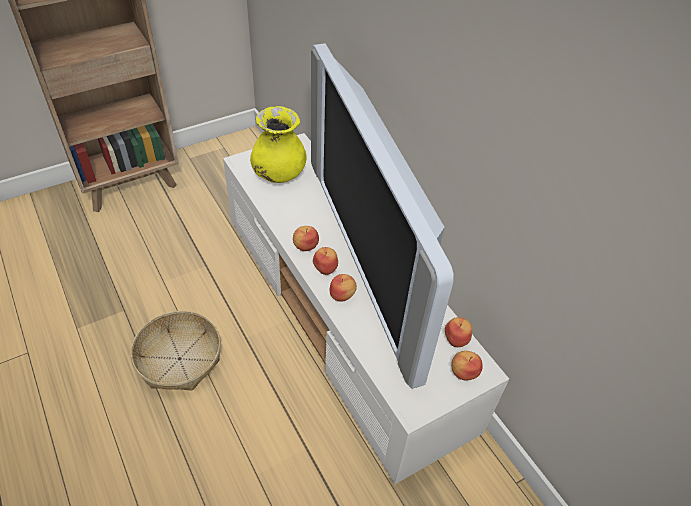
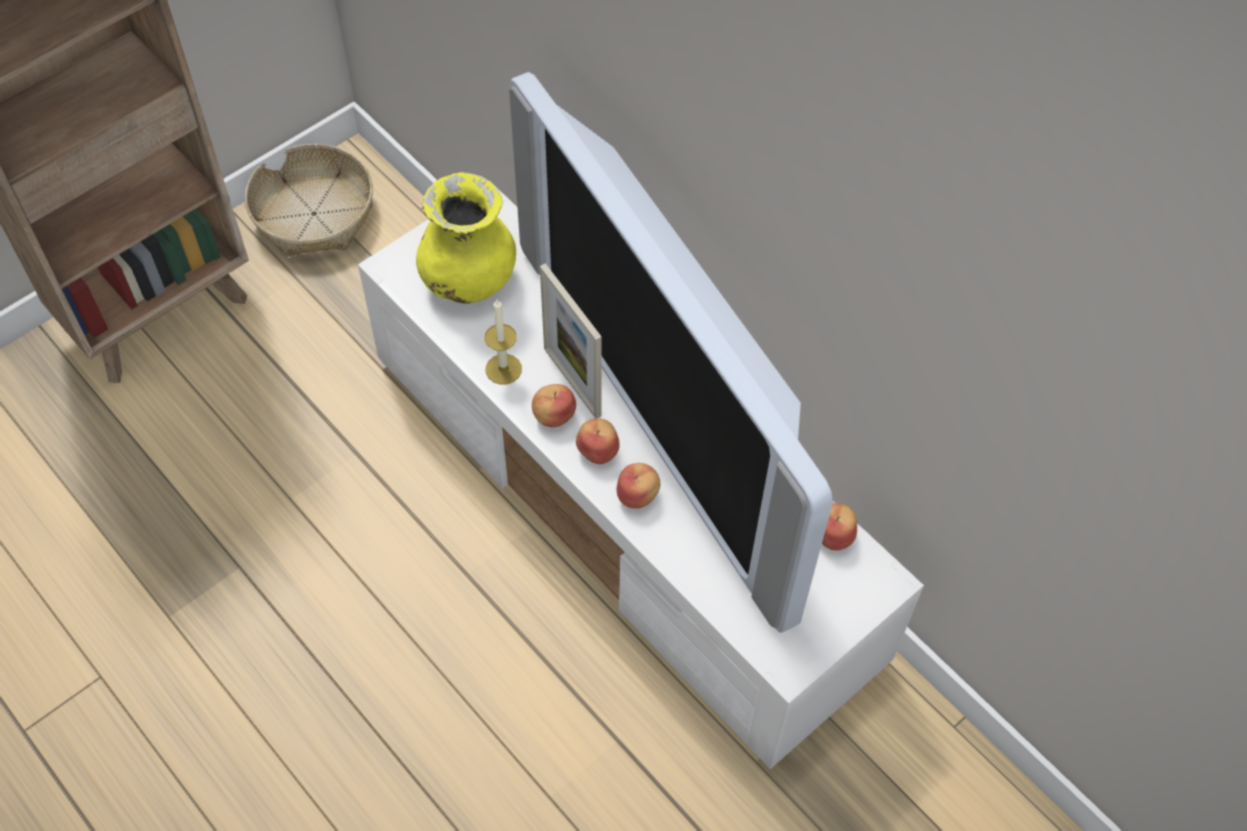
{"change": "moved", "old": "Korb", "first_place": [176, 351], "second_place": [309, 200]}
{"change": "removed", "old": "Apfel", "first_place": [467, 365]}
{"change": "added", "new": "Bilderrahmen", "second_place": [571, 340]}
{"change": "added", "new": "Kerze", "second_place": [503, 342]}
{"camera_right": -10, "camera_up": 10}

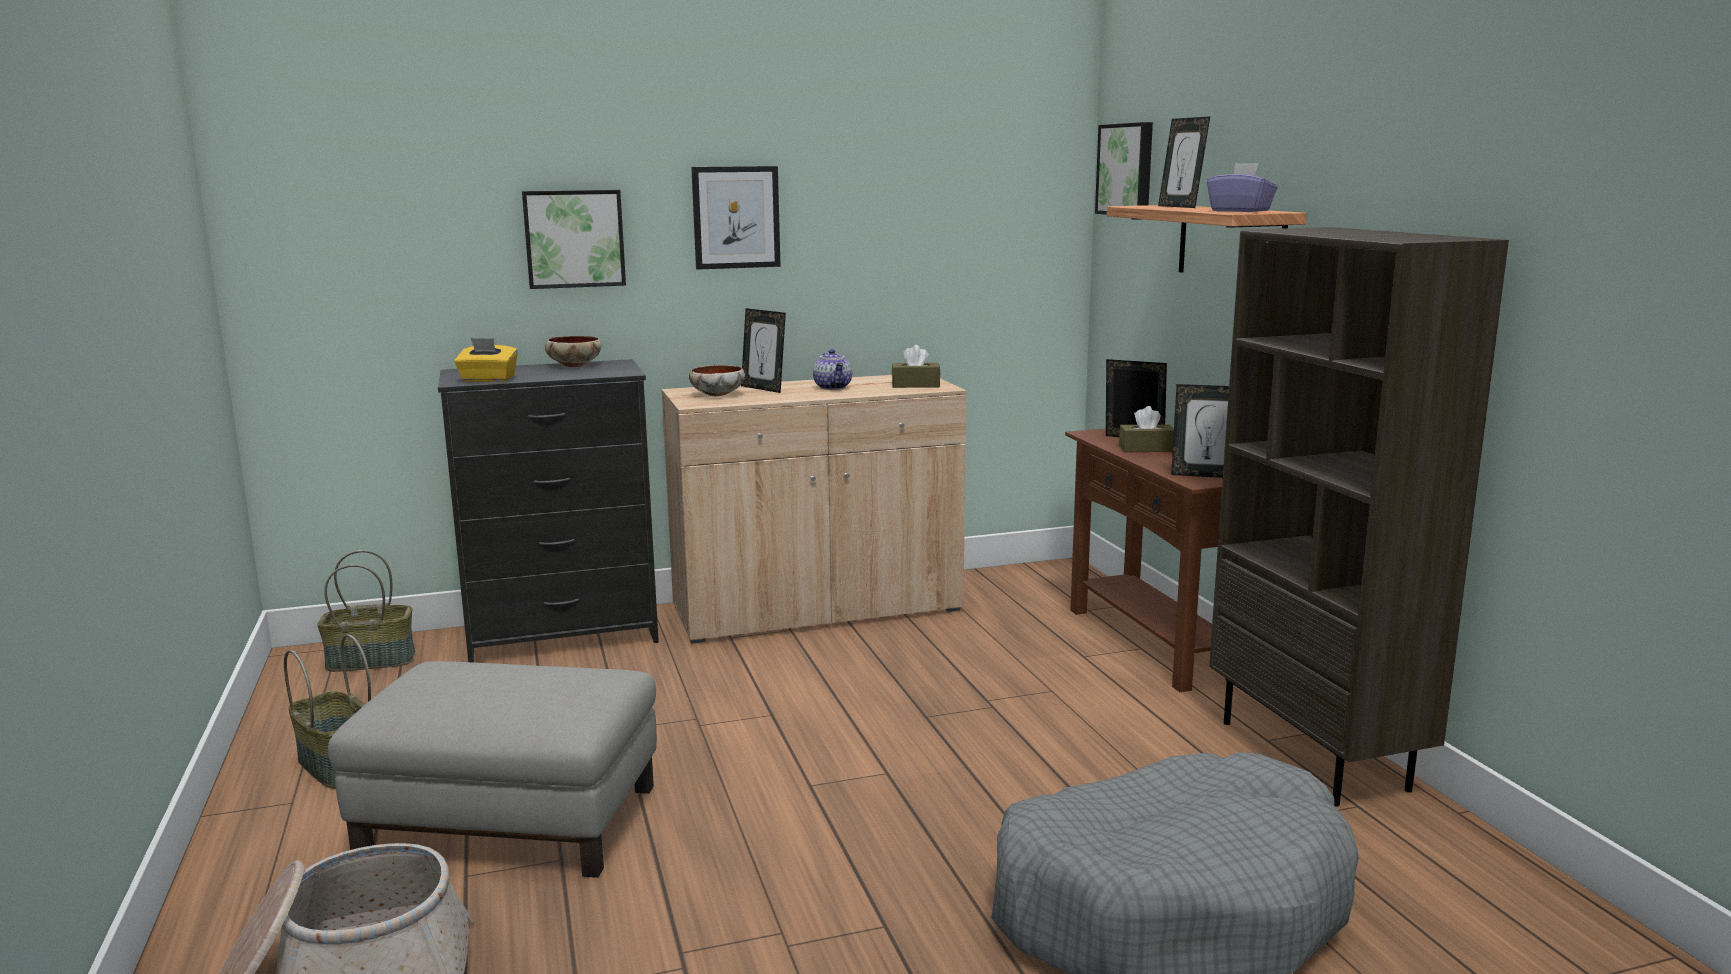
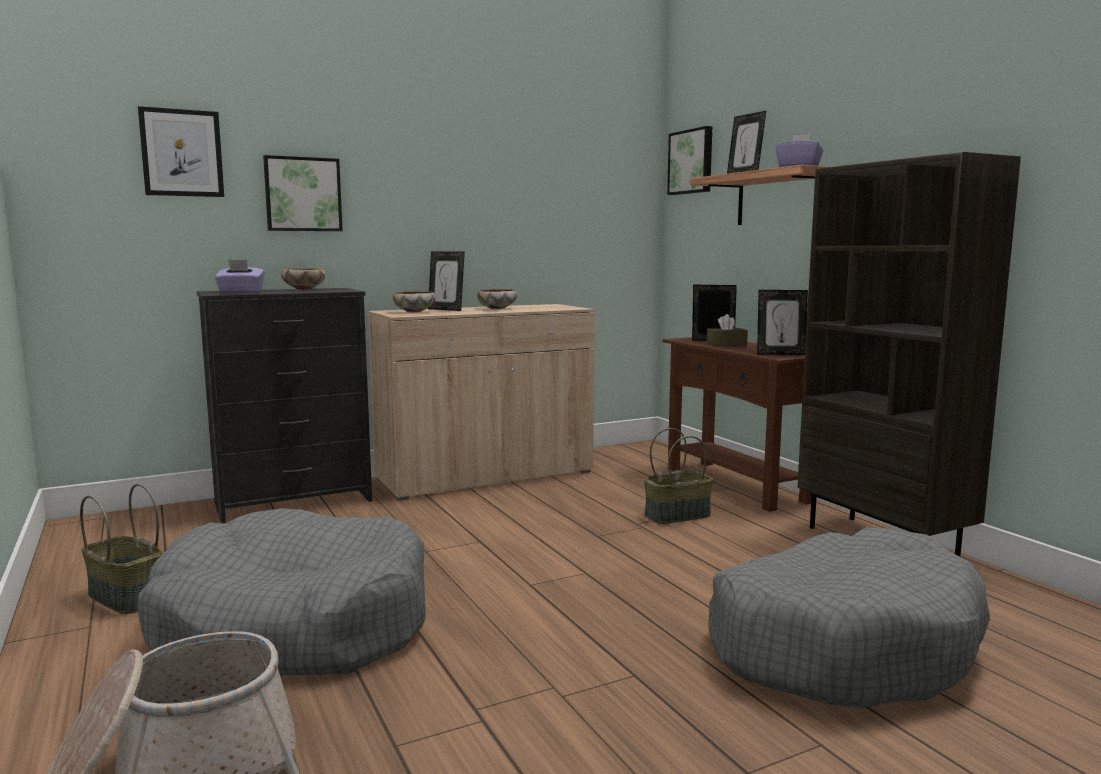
{"change": "moved", "old": "Bild", "first_place": [736, 218], "second_place": [181, 151]}
{"change": "recoloured", "old": "Taschentuchbox (gelb)", "new": "Taschentuchbox (lila)", "first_place": [486, 360], "second_place": [240, 276]}
{"change": "removed", "old": "Taschentuchbox (braun)", "first_place": [916, 366]}
{"change": "replaced", "old": "Teekanne", "new": "Schüssel", "first_place": [832, 369], "second_place": [497, 299]}
{"change": "moved", "old": "Korb", "first_place": [366, 611], "second_place": [679, 476]}
{"change": "replaced", "old": "Polsterhocker (grau)", "new": "Hundebett (grau)", "first_place": [492, 769], "second_place": [281, 591]}
{"camera_right": -10, "camera_up": -5}

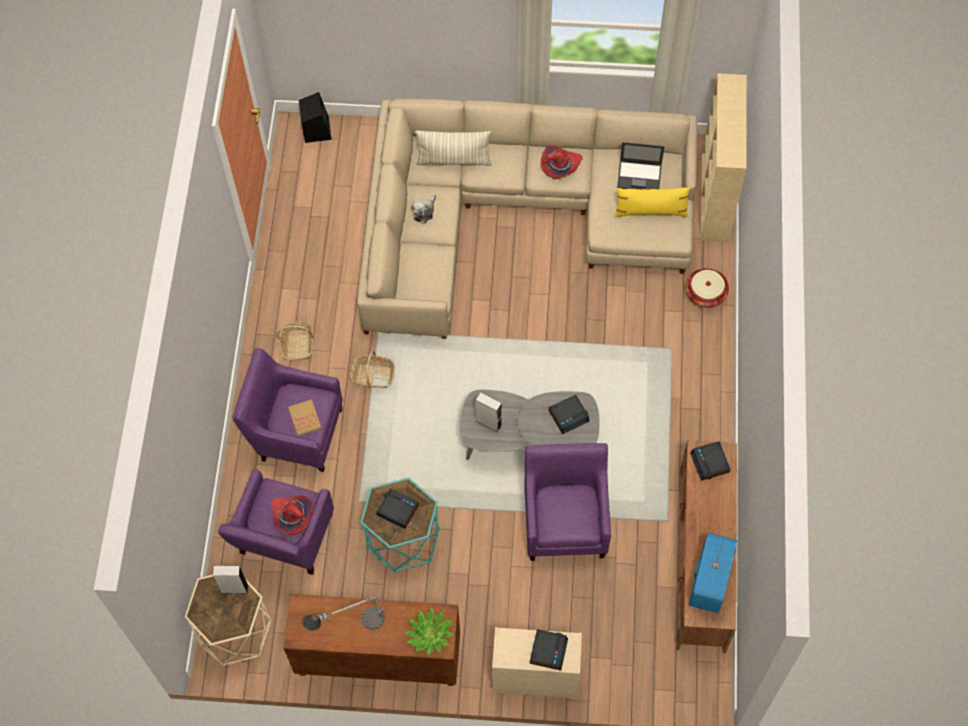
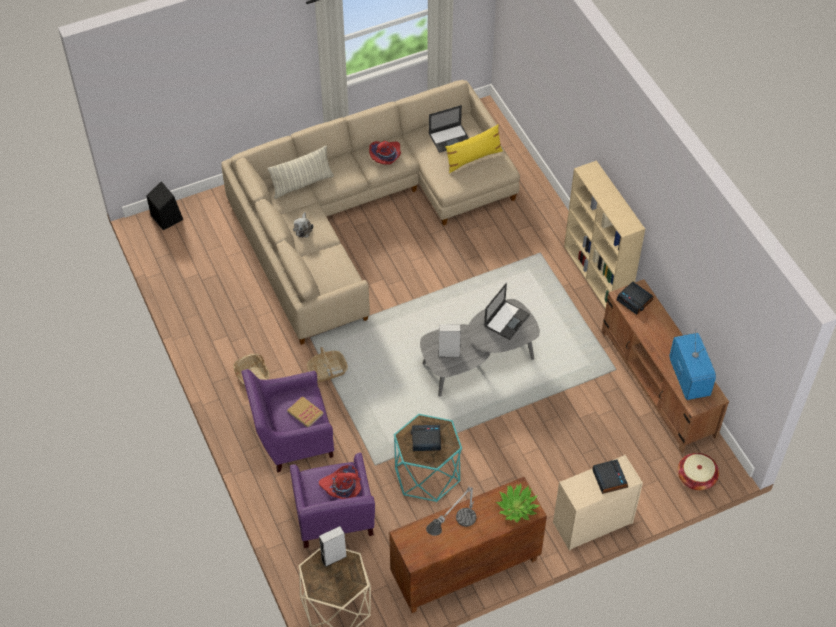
{"change": "moved", "old": "Bücherregal (beige)", "first_place": [724, 157], "second_place": [604, 234]}
{"change": "moved", "old": "Korb", "first_place": [707, 288], "second_place": [698, 471]}
{"change": "replaced", "old": "Wecker", "new": "Laptop", "first_place": [569, 414], "second_place": [507, 311]}
{"change": "removed", "old": "Sessel (lila)", "first_place": [568, 502]}
{"camera_right": -30, "camera_up": -10}

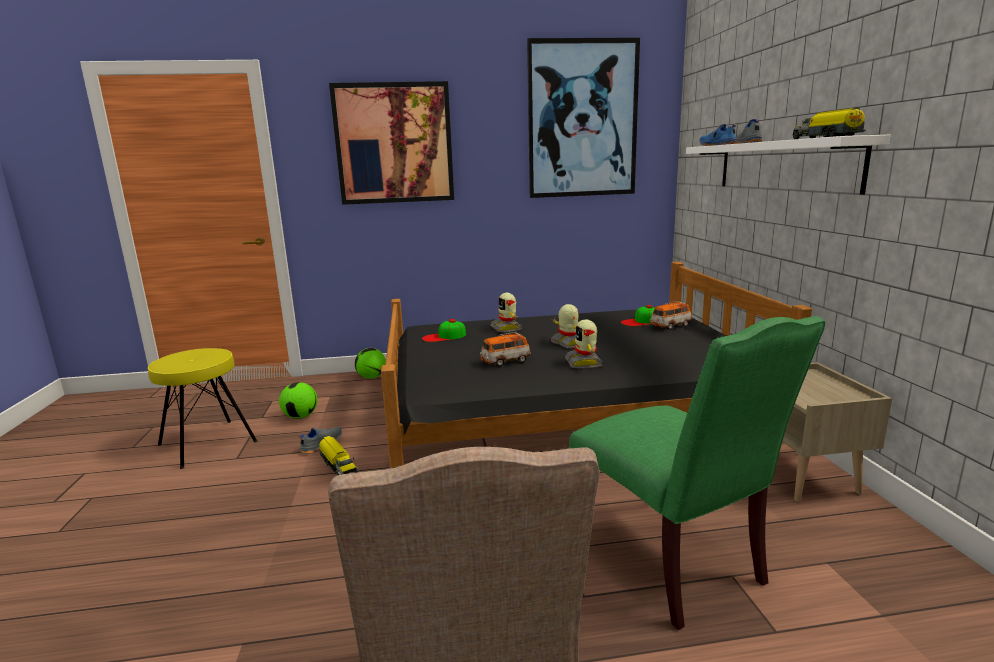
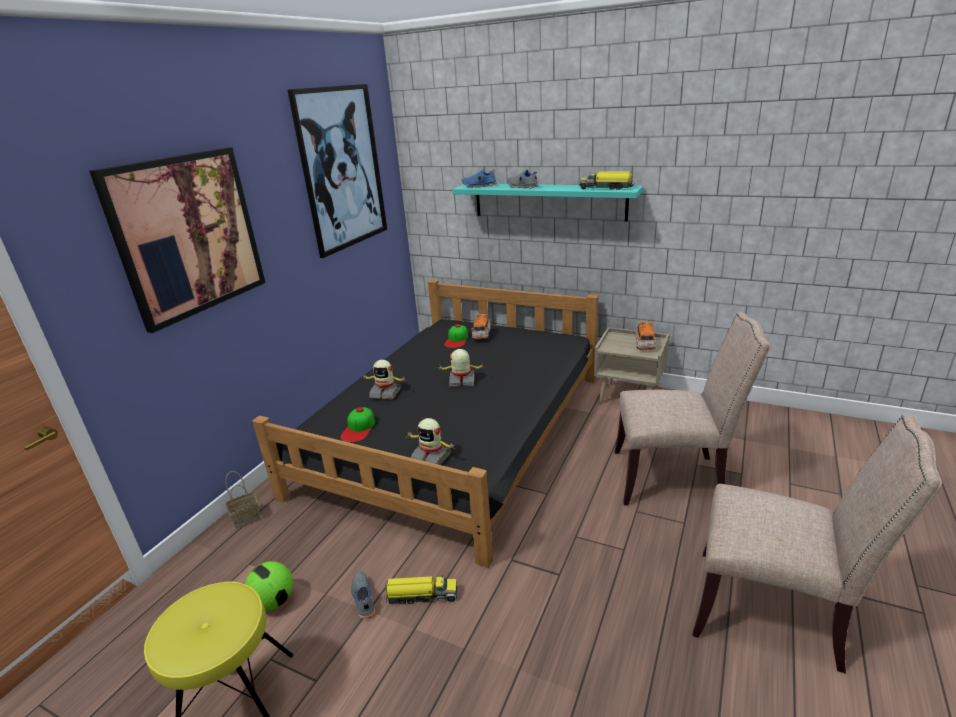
{"change": "recoloured", "old": "Wandregal (weiß)", "new": "Wandregal (türkis)", "first_place": [788, 165], "second_place": [547, 203]}
{"change": "recoloured", "old": "Stuhl (grün)", "new": "Stuhl (beige)", "first_place": [697, 473], "second_place": [692, 408]}
{"change": "moved", "old": "Spielzeugroboter", "first_place": [584, 344], "second_place": [430, 441]}
{"change": "moved", "old": "Spielzeugauto", "first_place": [505, 349], "second_place": [646, 336]}
{"change": "replaced", "old": "Fußball", "new": "Korb", "first_place": [370, 363], "second_place": [243, 500]}
{"camera_right": -55, "camera_up": 10}

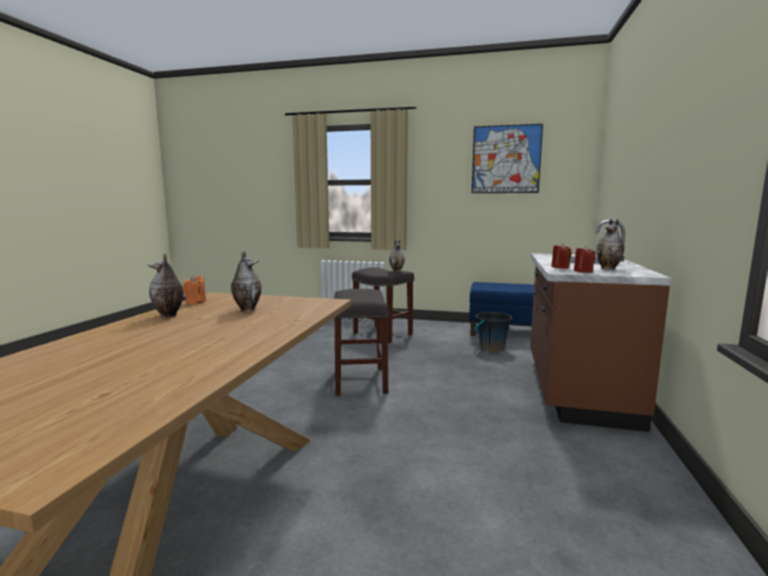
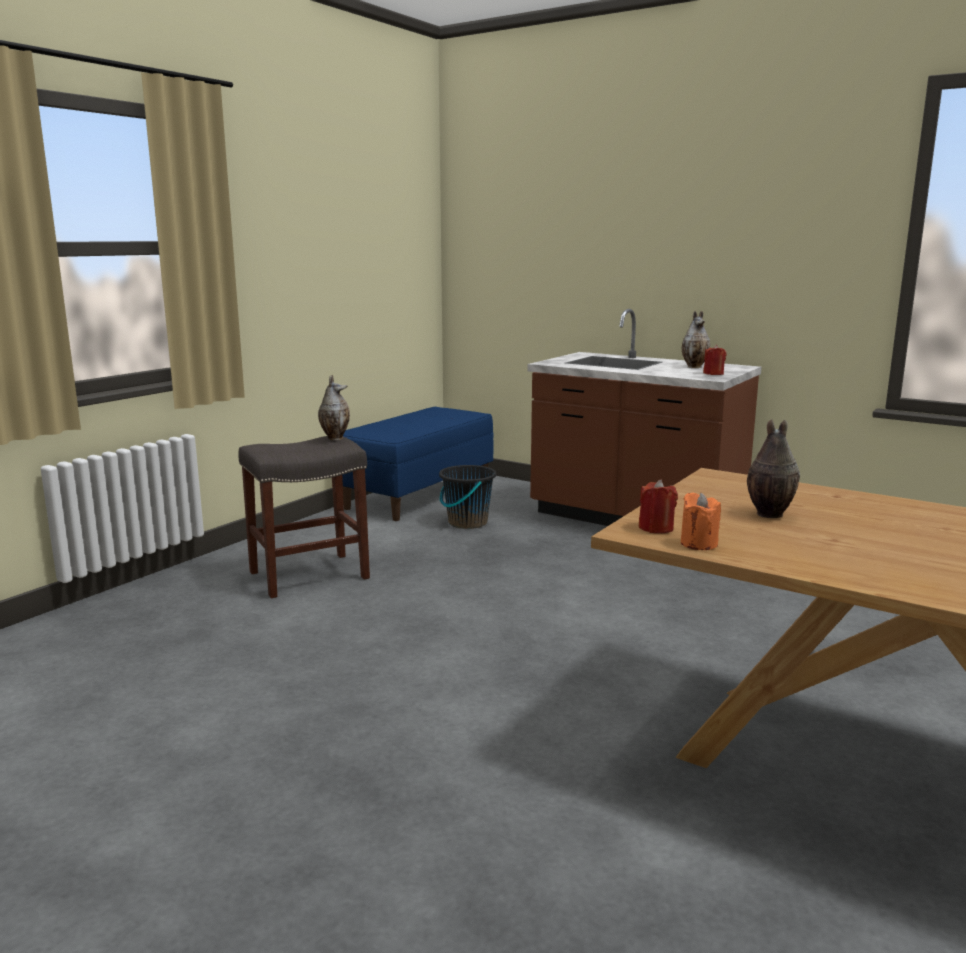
{"change": "removed", "old": "Bild", "first_place": [507, 158]}
{"change": "moved", "old": "Kerze (rot)", "first_place": [561, 256], "second_place": [658, 506]}
{"change": "removed", "old": "Vase", "first_place": [165, 285]}
{"change": "removed", "old": "Hocker (grau)", "first_place": [361, 342]}
{"camera_right": -70, "camera_up": 5}

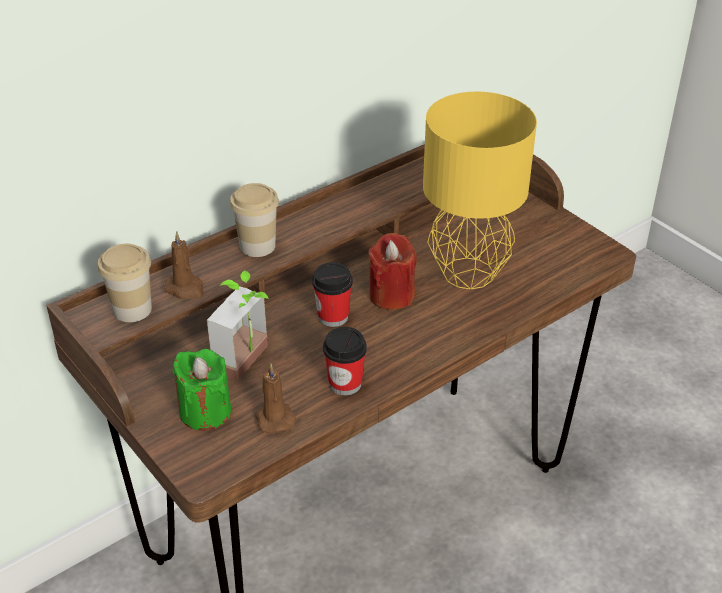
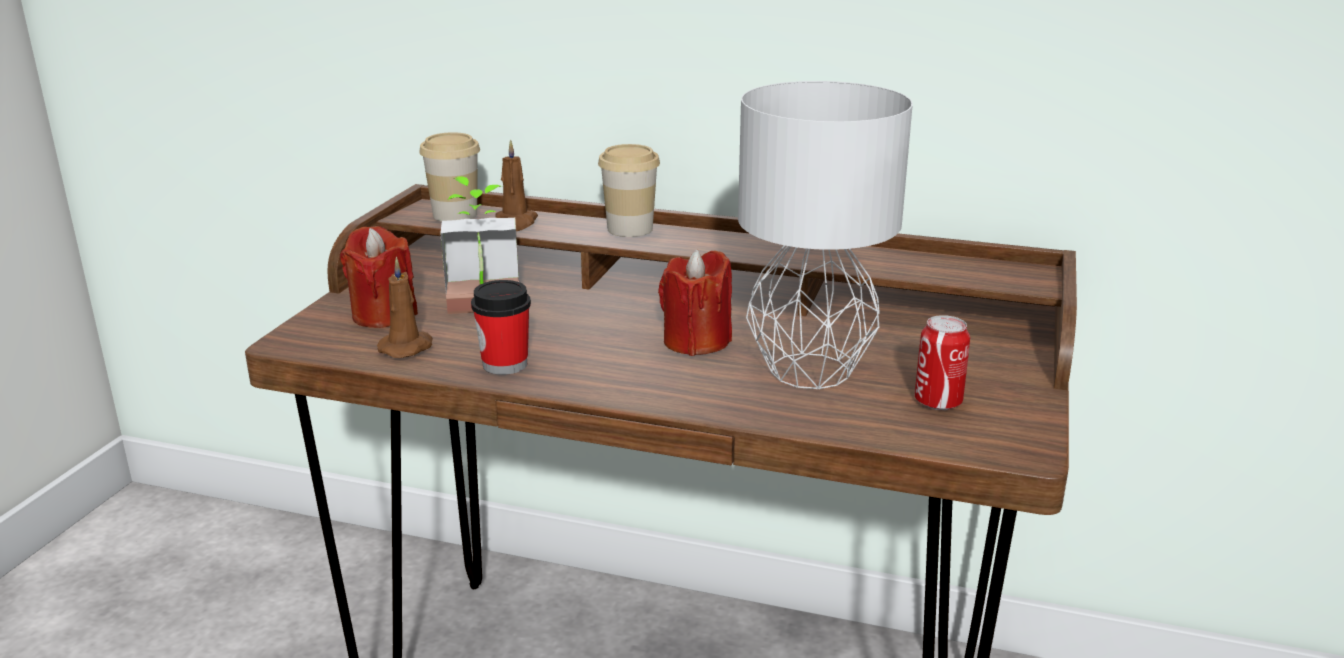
{"change": "recoloured", "old": "Tischlampe (gelb)", "new": "Tischlampe (grau)", "first_place": [480, 191], "second_place": [825, 235]}
{"change": "removed", "old": "Tasse", "first_place": [332, 294]}
{"change": "recoloured", "old": "Kerze (grün)", "new": "Kerze (rot)", "first_place": [201, 389], "second_place": [379, 277]}
{"change": "added", "new": "Dose", "second_place": [942, 362]}
{"camera_right": 55, "camera_up": -15}

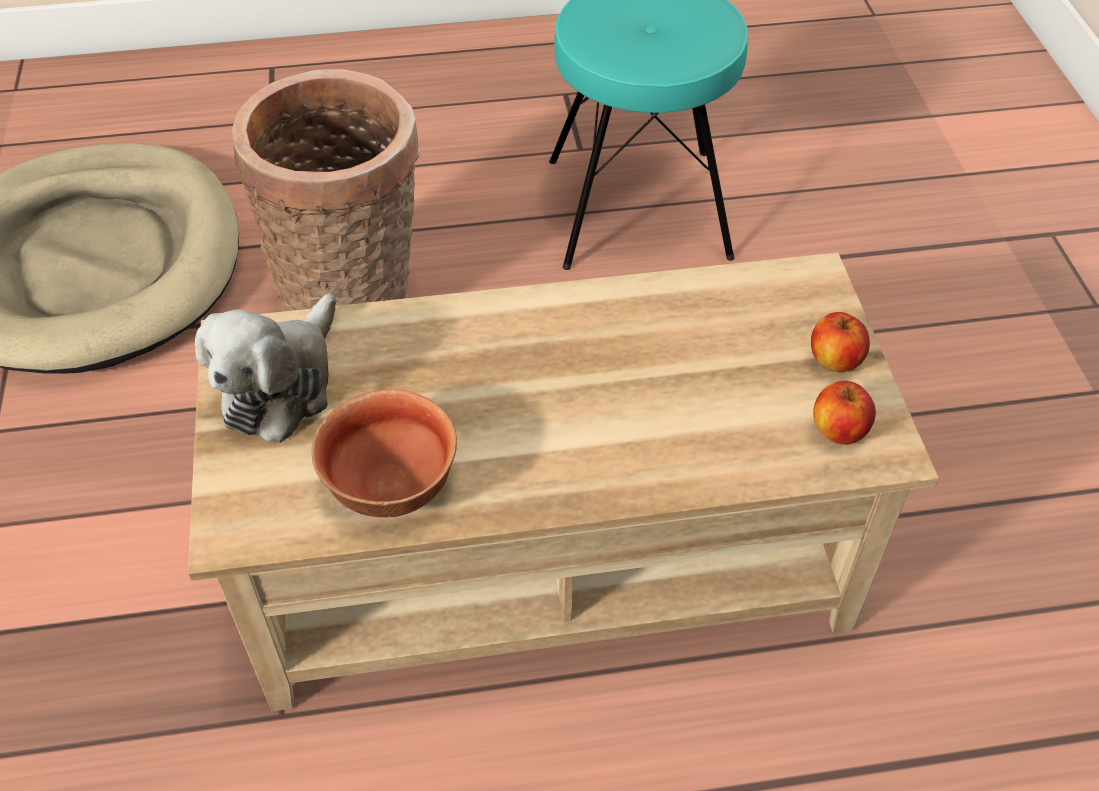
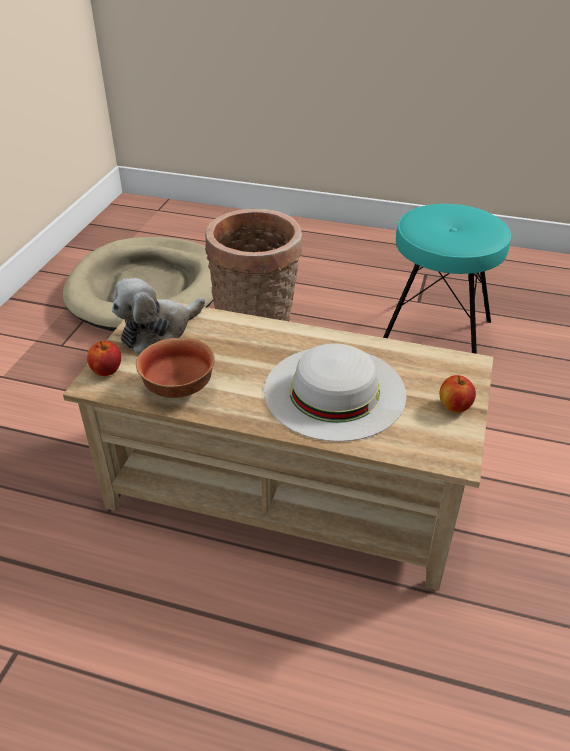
{"change": "moved", "old": "Apfel", "first_place": [844, 413], "second_place": [104, 358]}
{"change": "added", "new": "Hut (weiß)", "second_place": [335, 392]}
{"camera_right": 25, "camera_up": -10}

